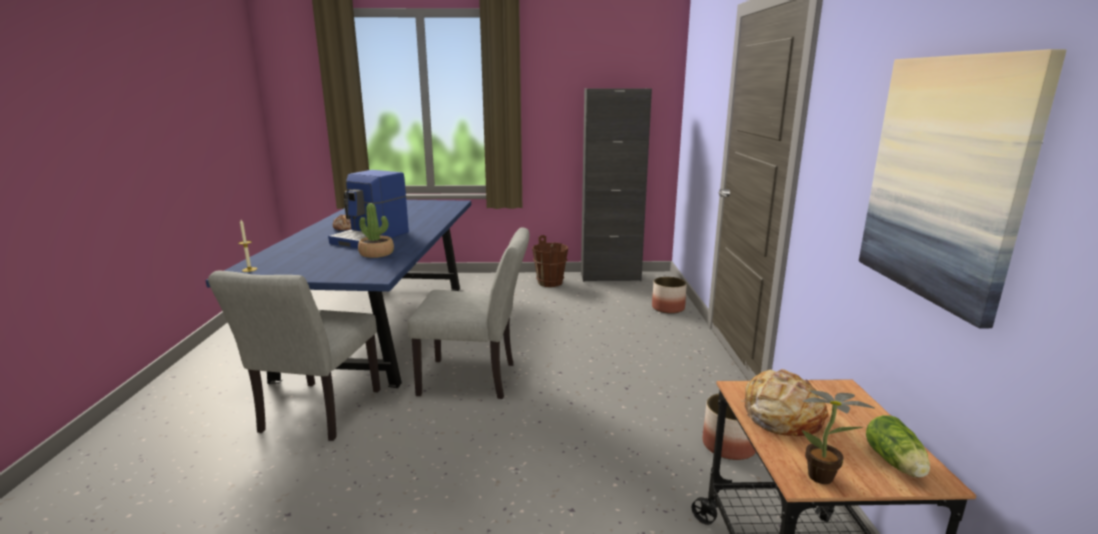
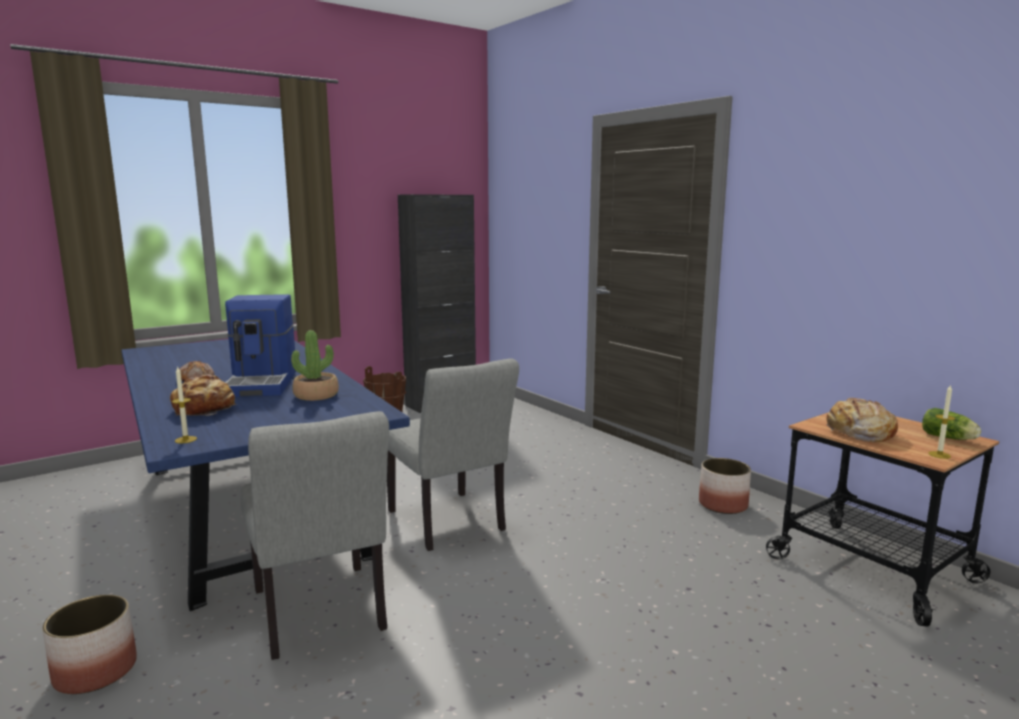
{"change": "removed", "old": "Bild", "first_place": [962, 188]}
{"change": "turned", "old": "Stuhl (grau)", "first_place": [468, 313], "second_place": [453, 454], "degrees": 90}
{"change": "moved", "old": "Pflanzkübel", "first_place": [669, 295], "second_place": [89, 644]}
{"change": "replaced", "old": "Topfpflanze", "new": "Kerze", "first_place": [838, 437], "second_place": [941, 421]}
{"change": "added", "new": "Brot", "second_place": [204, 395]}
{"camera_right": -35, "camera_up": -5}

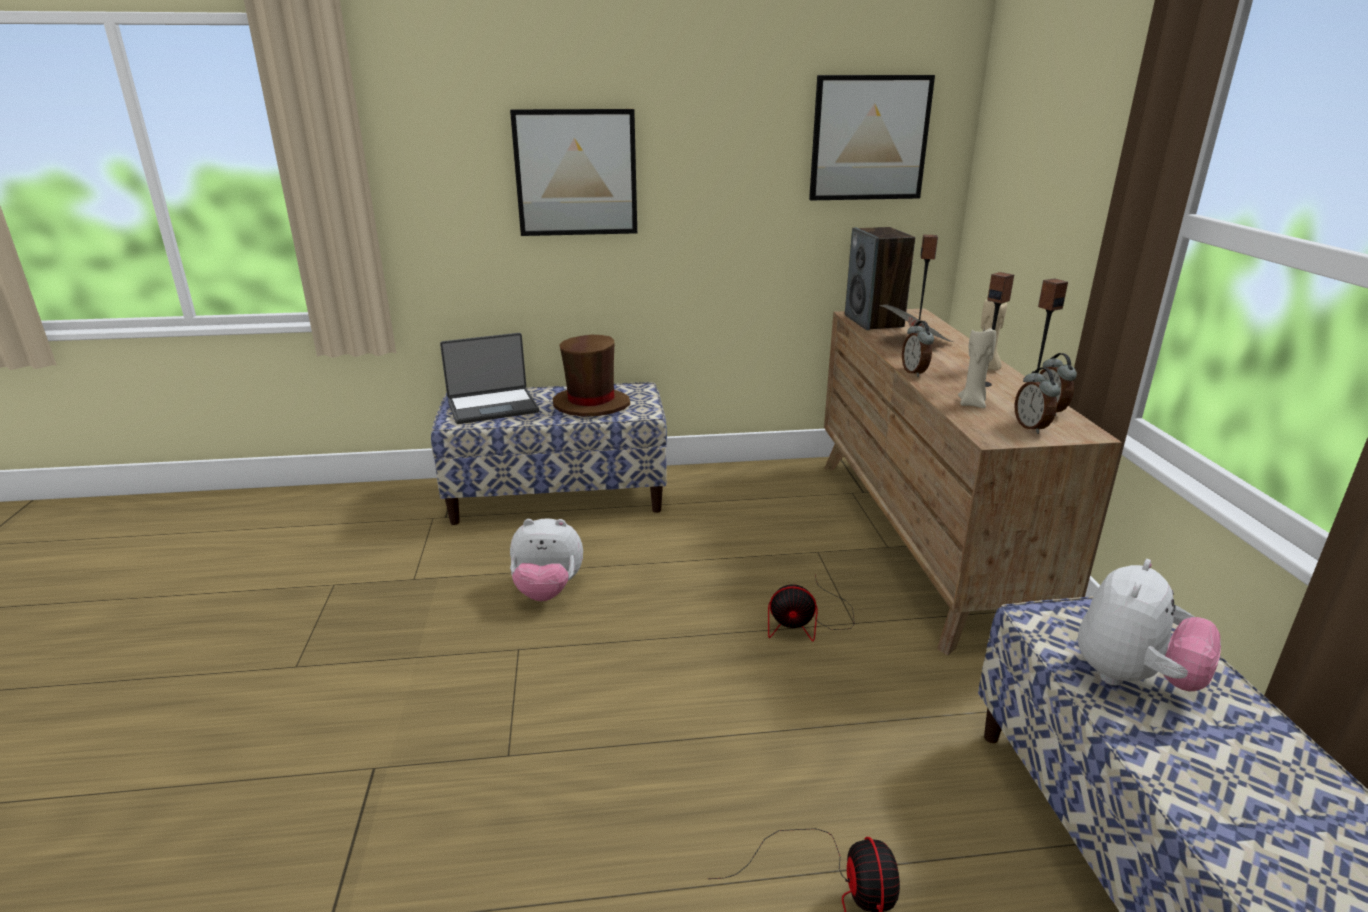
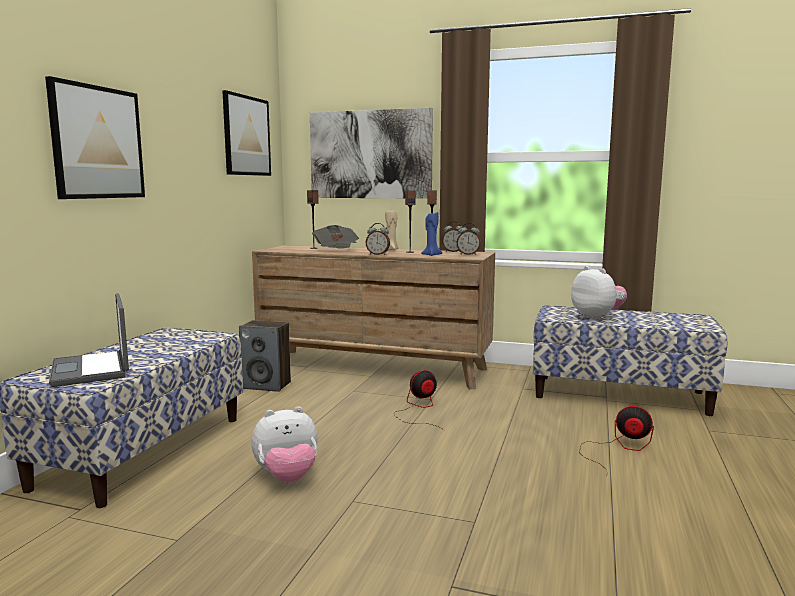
{"change": "moved", "old": "Lautsprecher", "first_place": [880, 278], "second_place": [265, 356]}
{"change": "recoloured", "old": "Kerze (beige)", "new": "Kerze (blau)", "first_place": [977, 367], "second_place": [431, 234]}
{"change": "turned", "old": "Laptop", "first_place": [489, 378], "second_place": [89, 340], "degrees": 150}
{"change": "removed", "old": "Hut (braun)", "first_place": [591, 376]}
{"change": "turned", "old": "Plüschtier", "first_place": [546, 559], "second_place": [284, 444], "degrees": 45}
{"change": "turned", "old": "Ventilator", "first_place": [811, 608], "second_place": [419, 400], "degrees": -150}
{"change": "added", "new": "Bild", "second_place": [371, 153]}
{"camera_right": -65, "camera_up": -15}

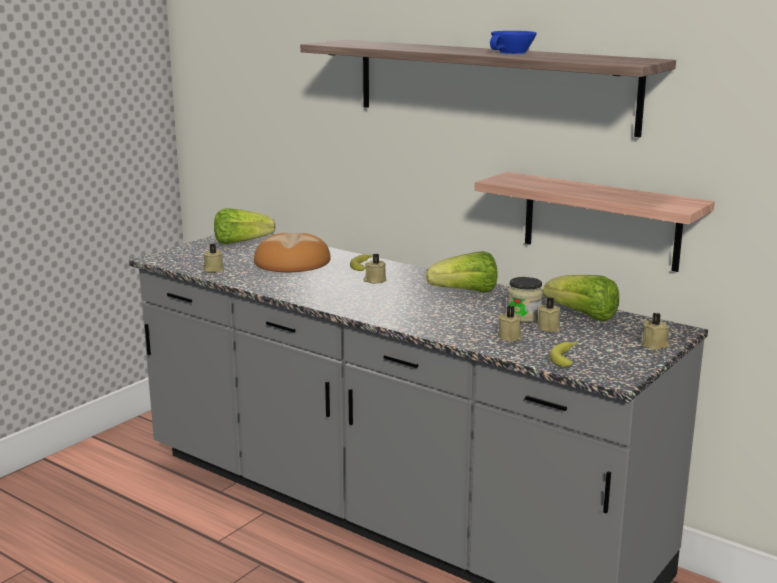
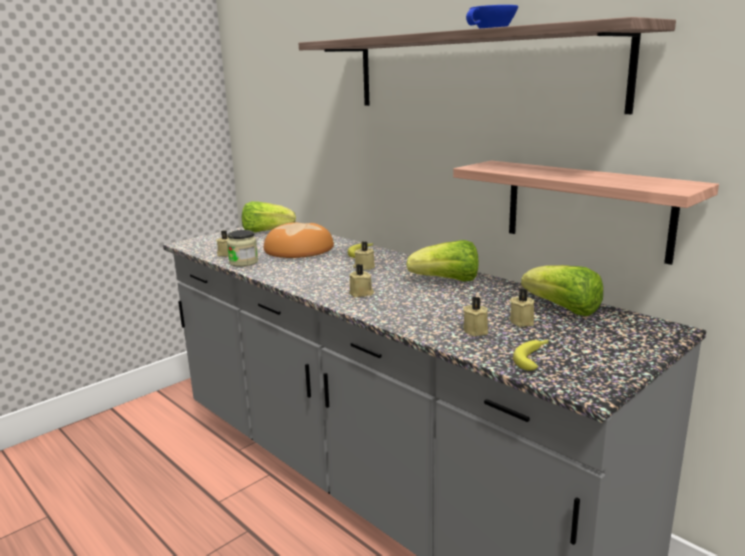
{"change": "moved", "old": "Vorratsglas", "first_place": [525, 299], "second_place": [242, 248]}
{"change": "moved", "old": "Kerze (beige)", "first_place": [655, 331], "second_place": [361, 280]}
{"camera_right": 10, "camera_up": 0}

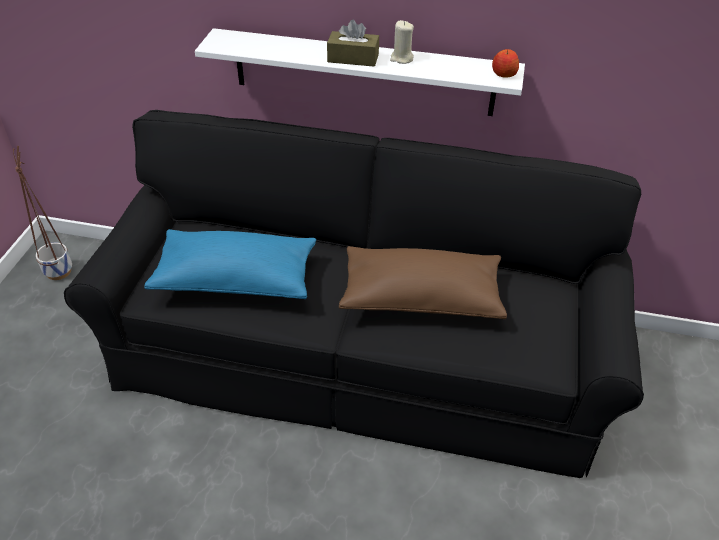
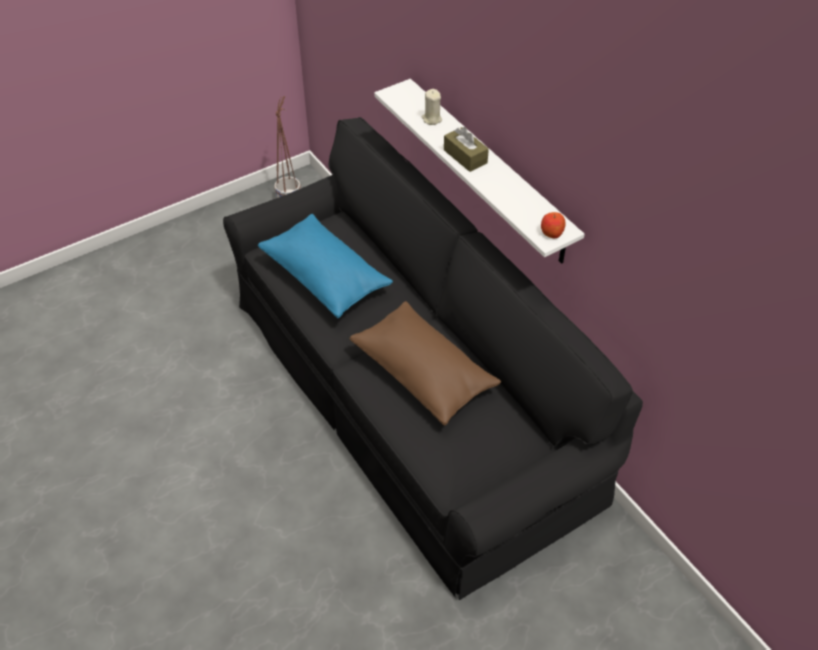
{"change": "moved", "old": "Kerze (beige)", "first_place": [402, 42], "second_place": [432, 107]}
{"camera_right": 45, "camera_up": 5}

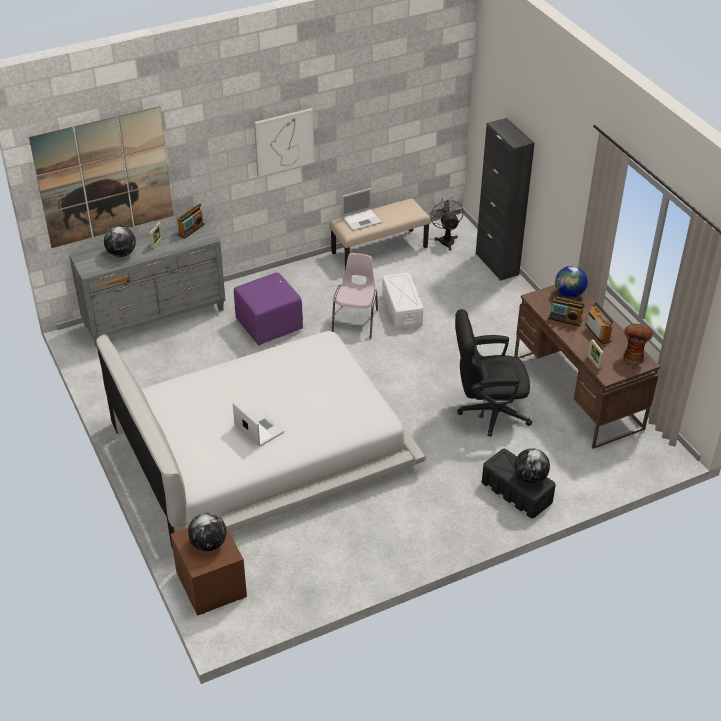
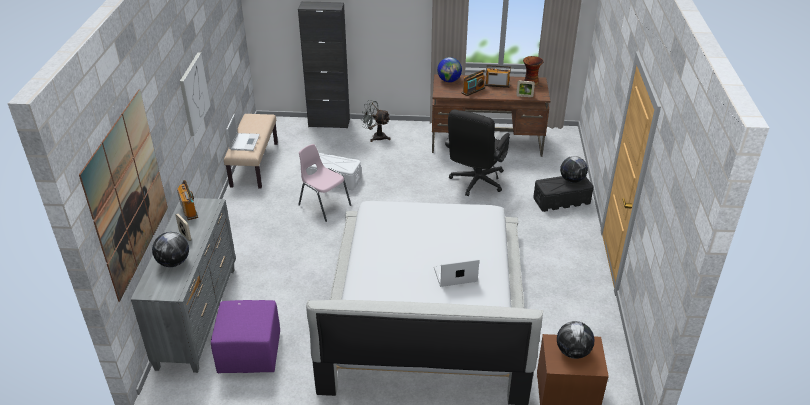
{"change": "moved", "old": "Ventilator (grau)", "first_place": [446, 224], "second_place": [375, 121]}
{"change": "moved", "old": "Polsterhocker (lila)", "first_place": [268, 308], "second_place": [245, 336]}
{"camera_right": -60, "camera_up": -5}

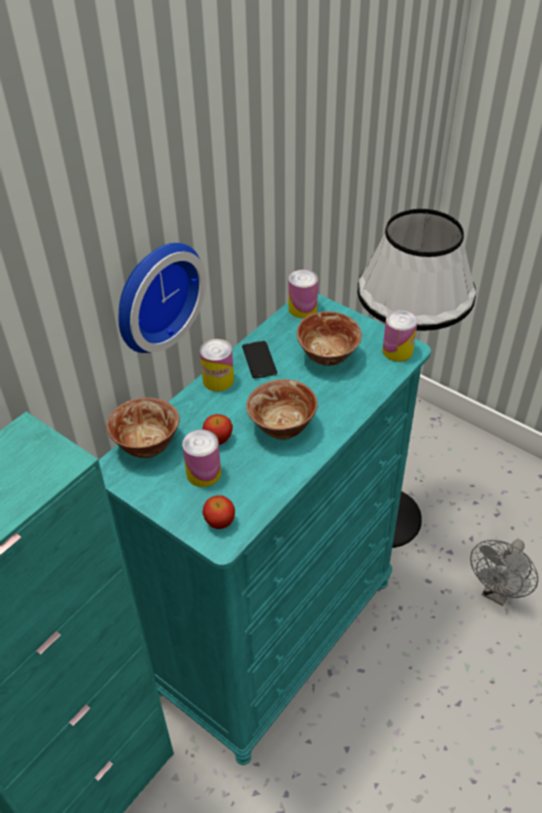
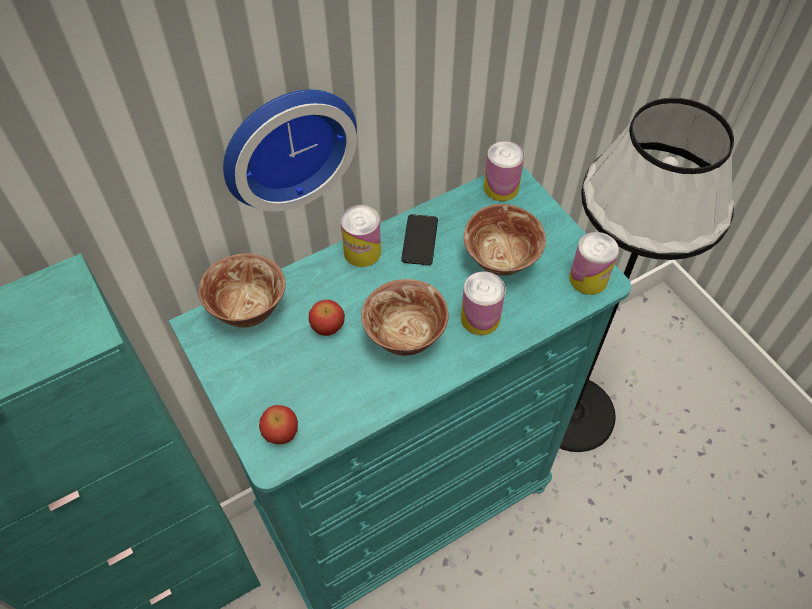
{"change": "moved", "old": "Dose", "first_place": [201, 458], "second_place": [483, 303]}
{"change": "removed", "old": "Ventilator (grau)", "first_place": [504, 572]}
{"camera_right": 20, "camera_up": 10}

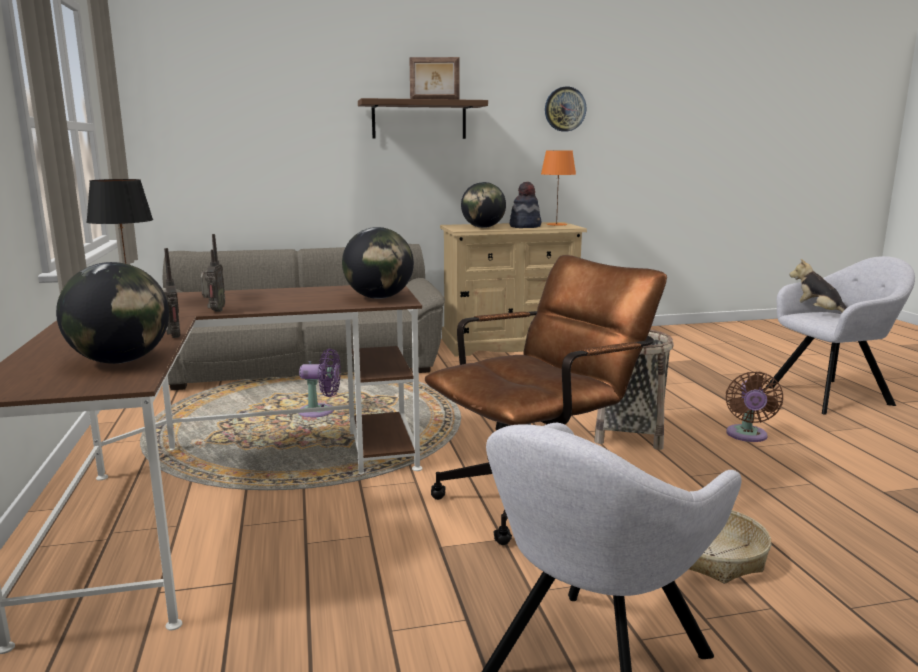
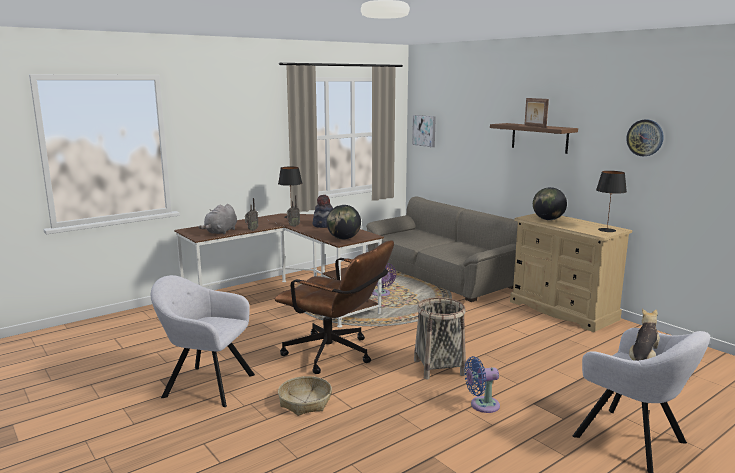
{"change": "recoloured", "old": "Tischlampe (orange)", "new": "Tischlampe (schwarz)", "first_place": [558, 188], "second_place": [611, 201]}
{"change": "moved", "old": "Hut", "first_place": [525, 205], "second_place": [323, 211]}
{"change": "replaced", "old": "Globus", "new": "Plüschtier (grau)", "first_place": [112, 313], "second_place": [218, 219]}
{"change": "recoloured", "old": "Ventilator (braun)", "new": "Ventilator (blau)", "first_place": [754, 406], "second_place": [482, 384]}
{"change": "added", "new": "Bild", "second_place": [424, 131]}
{"camera_right": 65, "camera_up": 0}

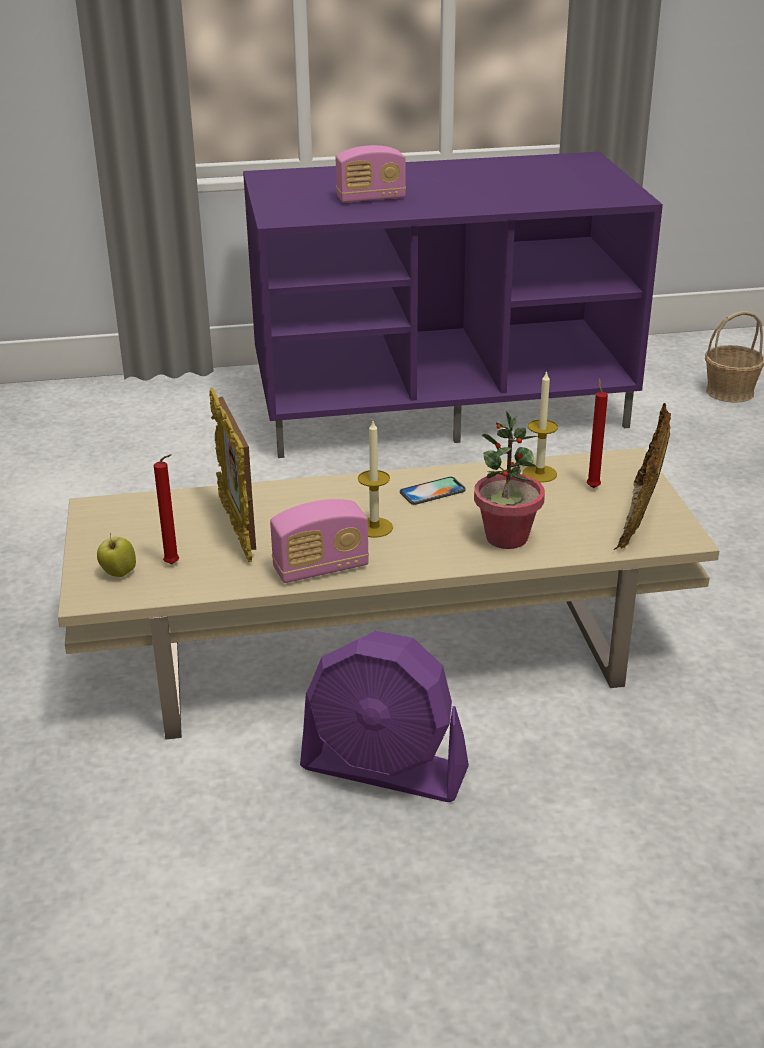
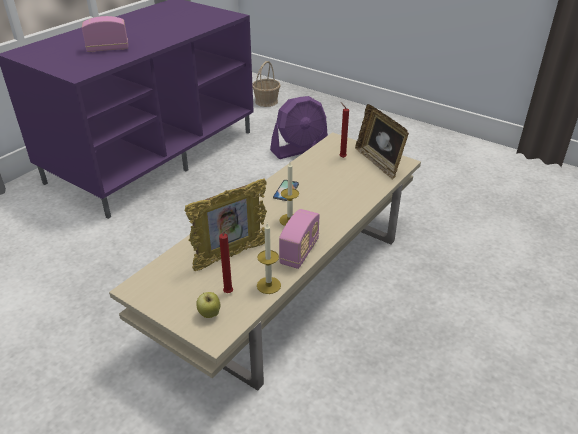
{"change": "turned", "old": "Radio", "first_place": [371, 174], "second_place": [105, 34], "degrees": -135}
{"change": "moved", "old": "Kerze", "first_place": [540, 426], "second_place": [269, 258]}
{"change": "turned", "old": "Bilderrahmen", "first_place": [232, 475], "second_place": [225, 224], "degrees": -60}
{"change": "removed", "old": "Topfpflanze", "first_place": [509, 480]}
{"change": "moved", "old": "Ventilator (lila)", "first_place": [384, 716], "second_place": [299, 127]}
{"camera_right": -45, "camera_up": 5}

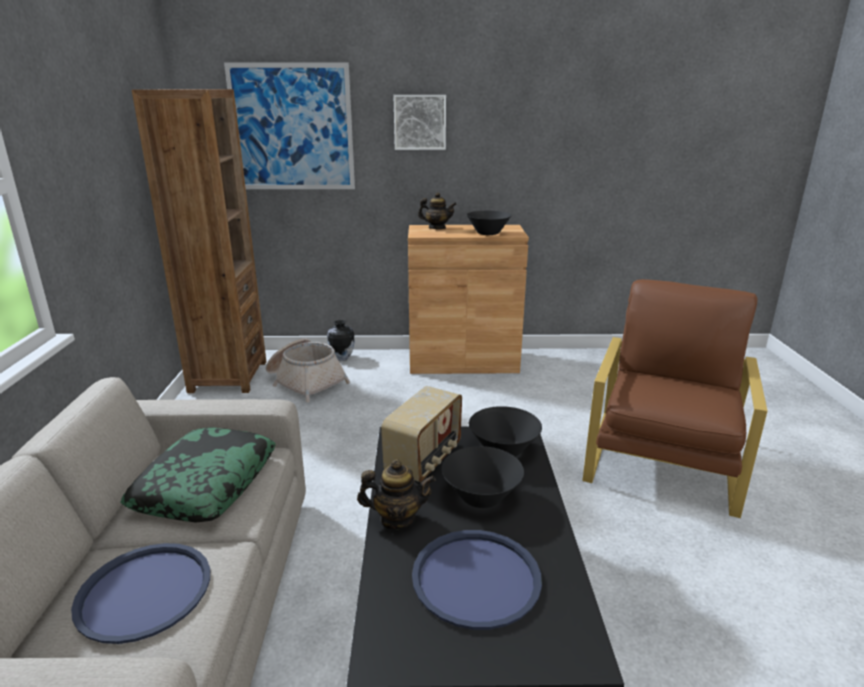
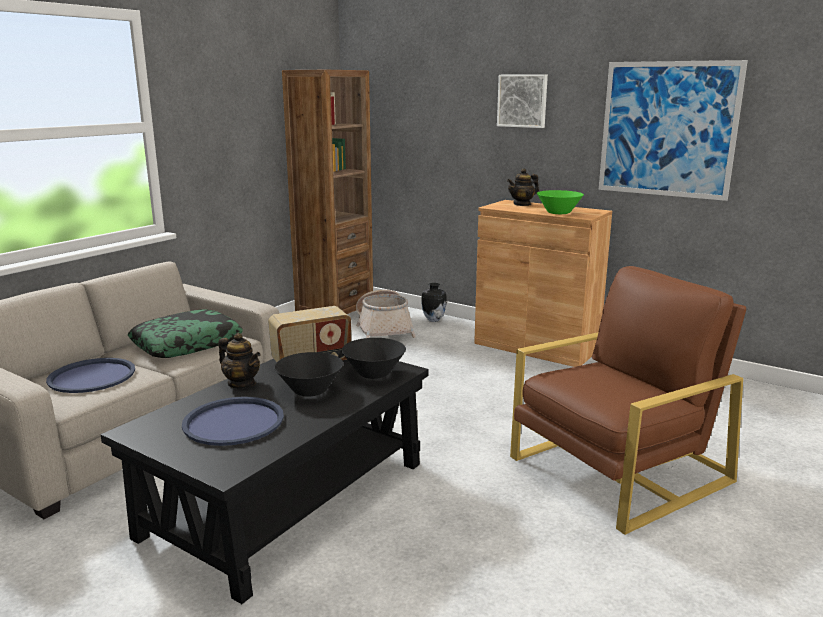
{"change": "moved", "old": "Bild", "first_place": [289, 125], "second_place": [673, 130]}
{"change": "turned", "old": "Teekanne", "first_place": [437, 210], "second_place": [523, 187], "degrees": 105}
{"change": "recoloured", "old": "Schüssel (schwarz)", "new": "Schüssel (grün)", "first_place": [489, 223], "second_place": [560, 202]}
{"camera_right": 35, "camera_up": -5}

